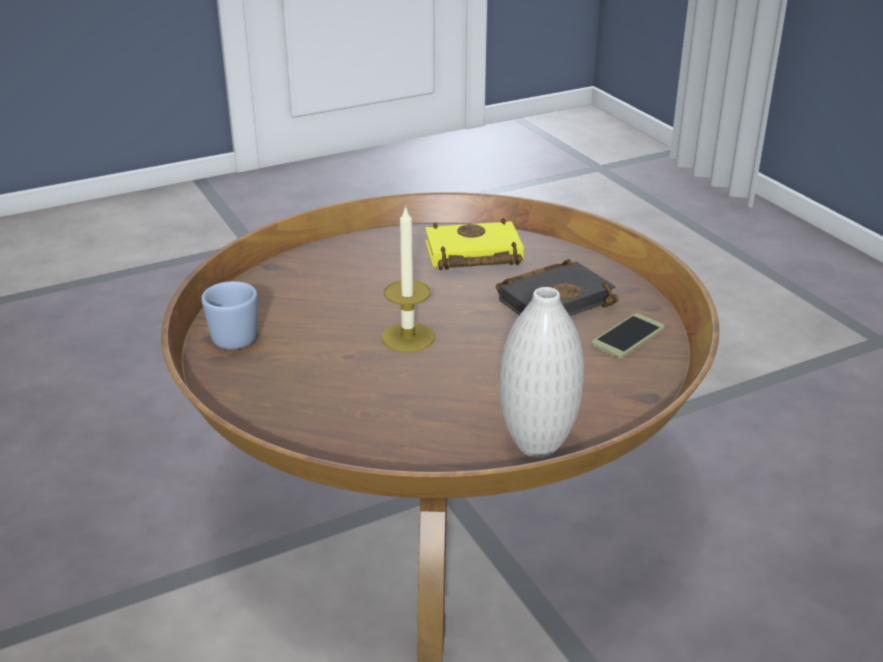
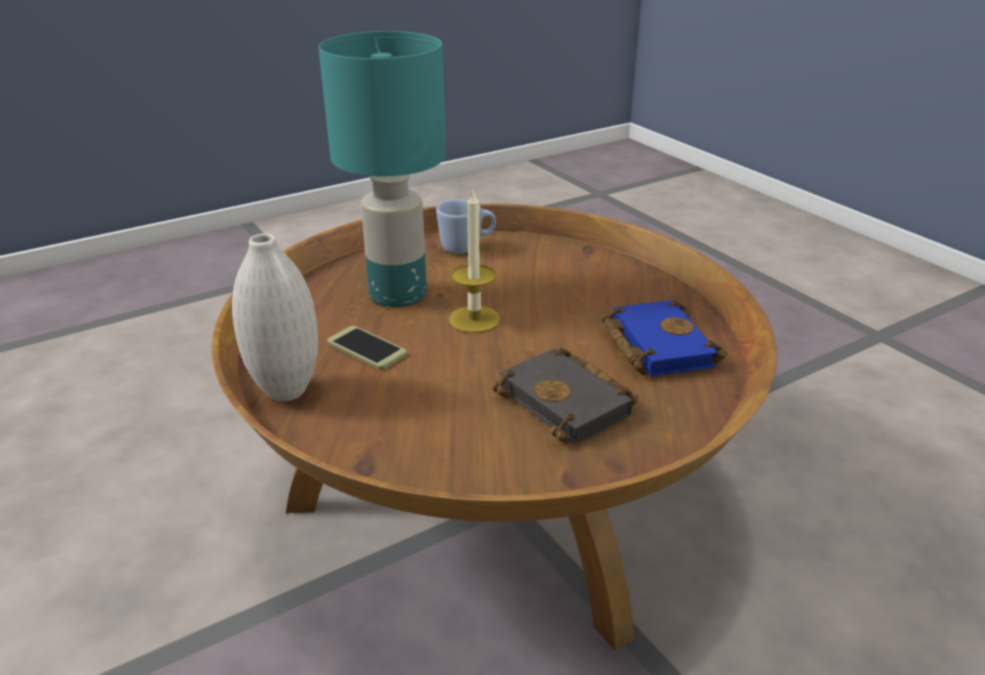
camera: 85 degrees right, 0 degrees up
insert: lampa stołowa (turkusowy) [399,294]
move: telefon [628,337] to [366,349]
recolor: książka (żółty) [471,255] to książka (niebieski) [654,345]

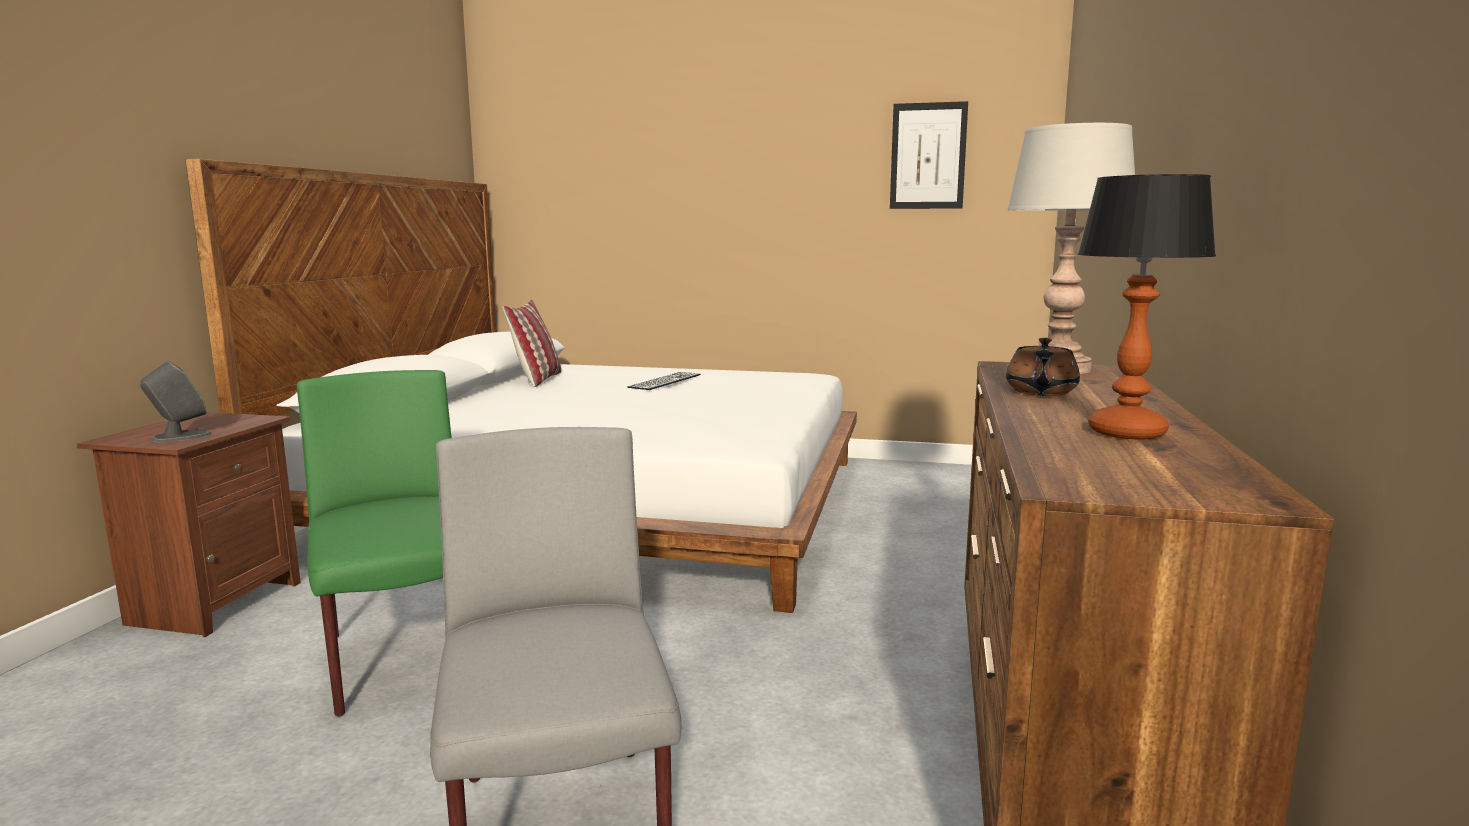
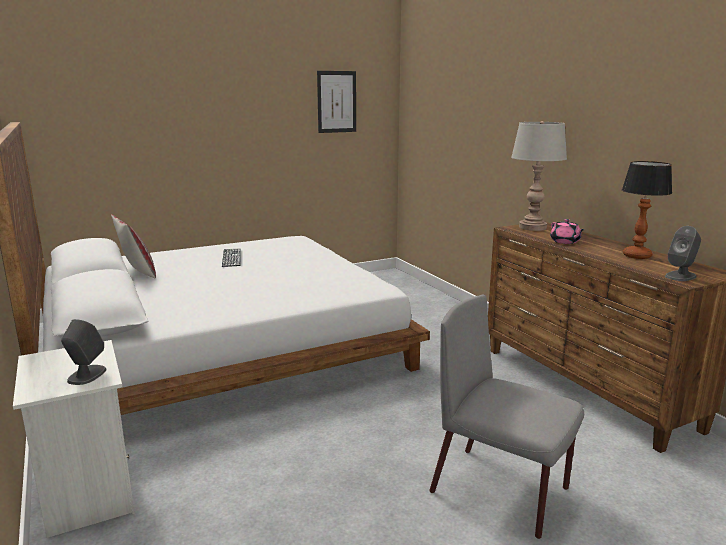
camera: 40 degrees left, 5 degrees up
delete: krzesło (zielony) [404,661]
insert: głośnik (szary) [680,276]
recolor: imbryk (brązowy) [1040,392] to imbryk (różowy) [565,242]; szafka nocna (brązowy) [213,603] to szafka nocna (biały) [86,496]

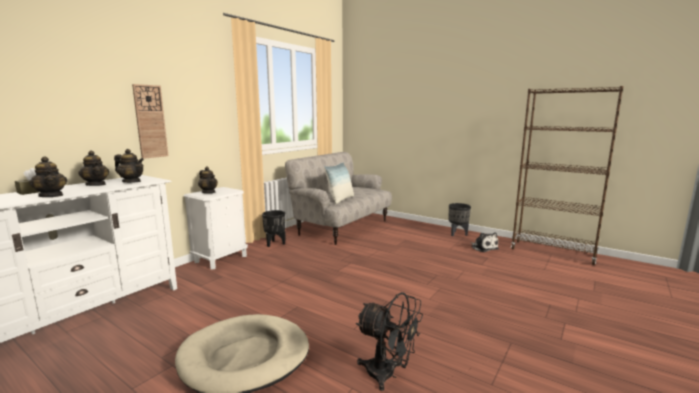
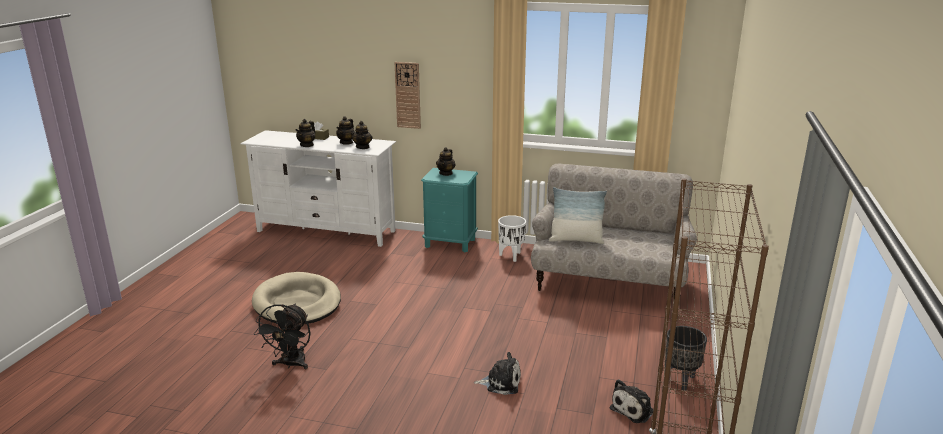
camera: 70 degrees right, 10 degrees up
insert: pluszak [501,383]
recolor: szafka nocna (biały) [221,259] to szafka nocna (turkusowy) [450,243]; donica (czarny) [275,243] to donica (biały) [511,256]

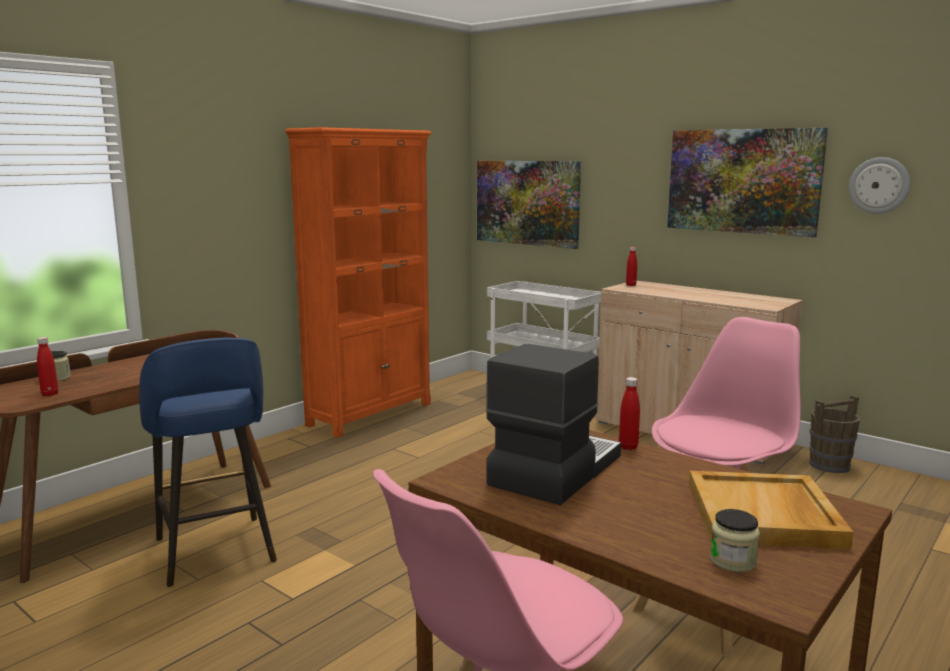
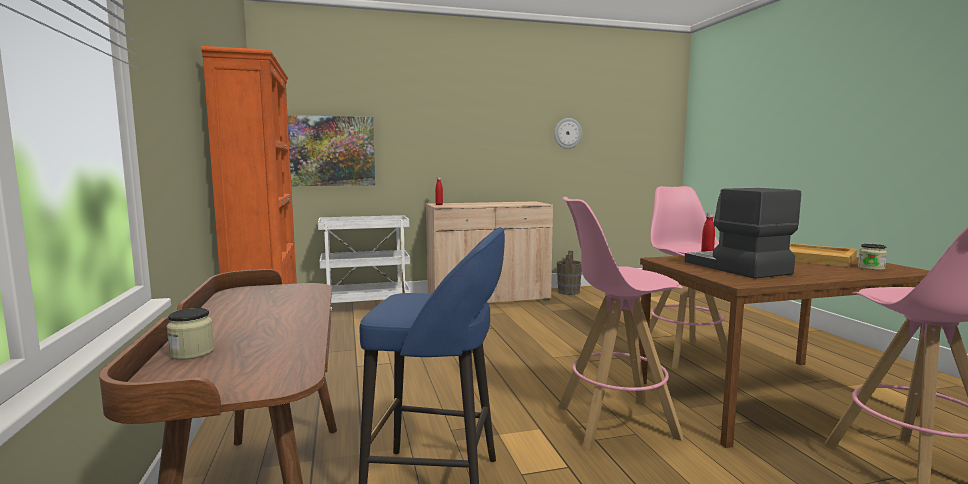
camera: 55 degrees left, 5 degrees down
delete: obraz [742,181]; butelka (czerwony) [50,394]
insert: stołek (różowy) [615,422]

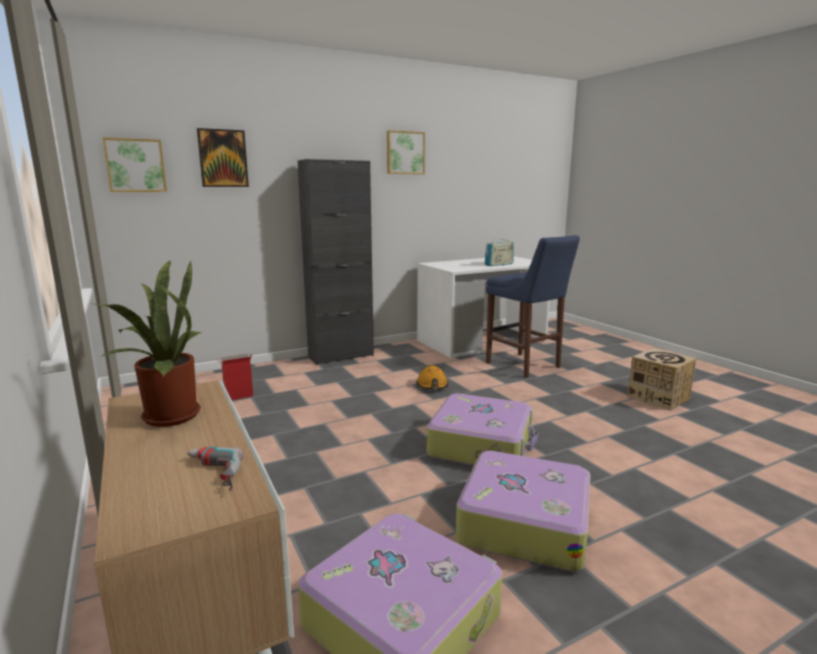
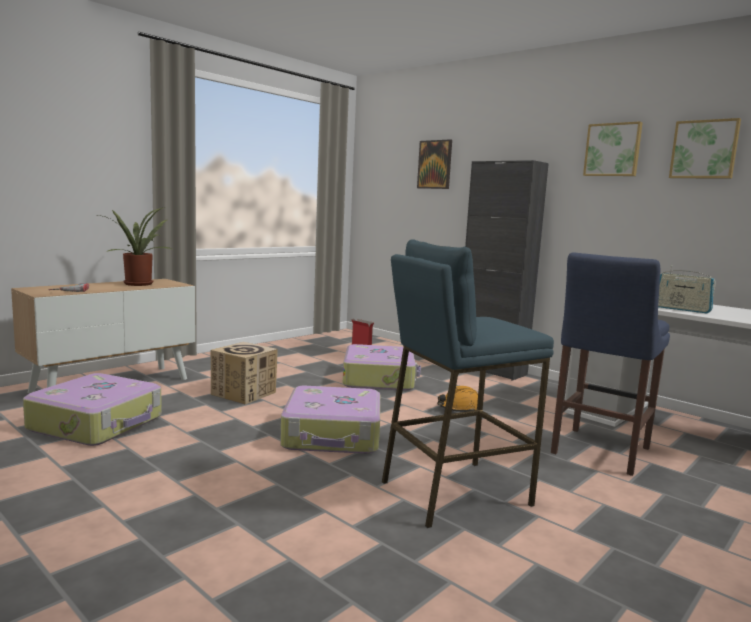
camera: 70 degrees right, 5 degrees down
insert: stołek (niebieski) [453,492]
move: obraz [135,165] to [704,149]; karton [658,397] to [244,393]; walizka [523,522] to [379,379]

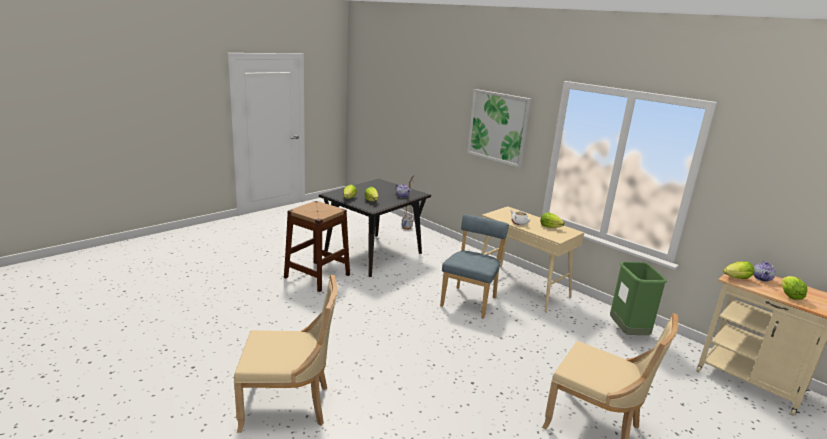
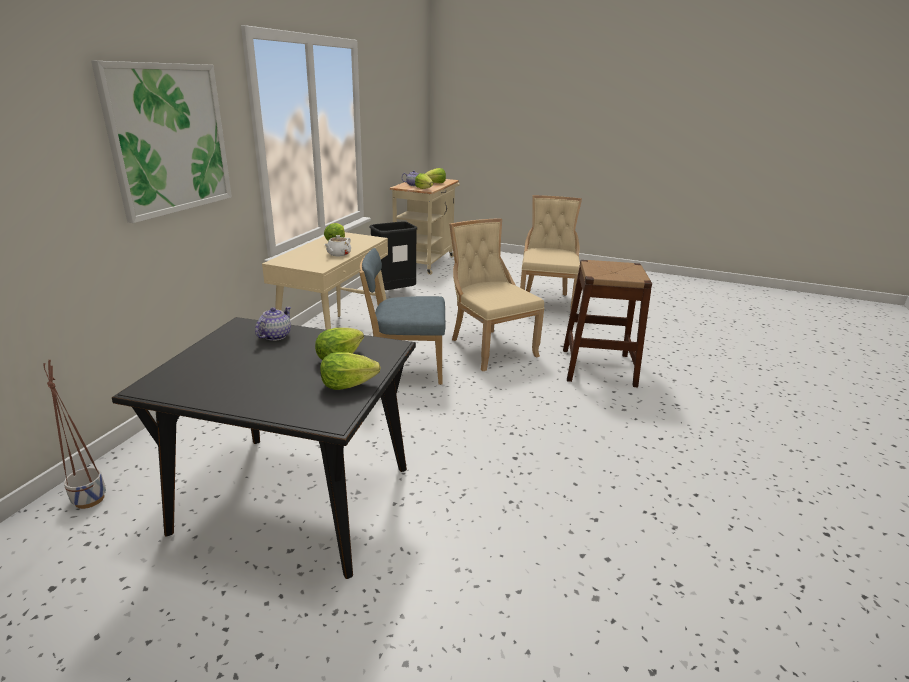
camera: 115 degrees left, 5 degrees up
move: stołek (brązowy) [317,276] to [598,367]; krzesło (beżowy) [289,406] to [489,347]
recolor: kosz na śmieci (zielony) [627,333] to kosz na śmieci (czarny) [394,293]

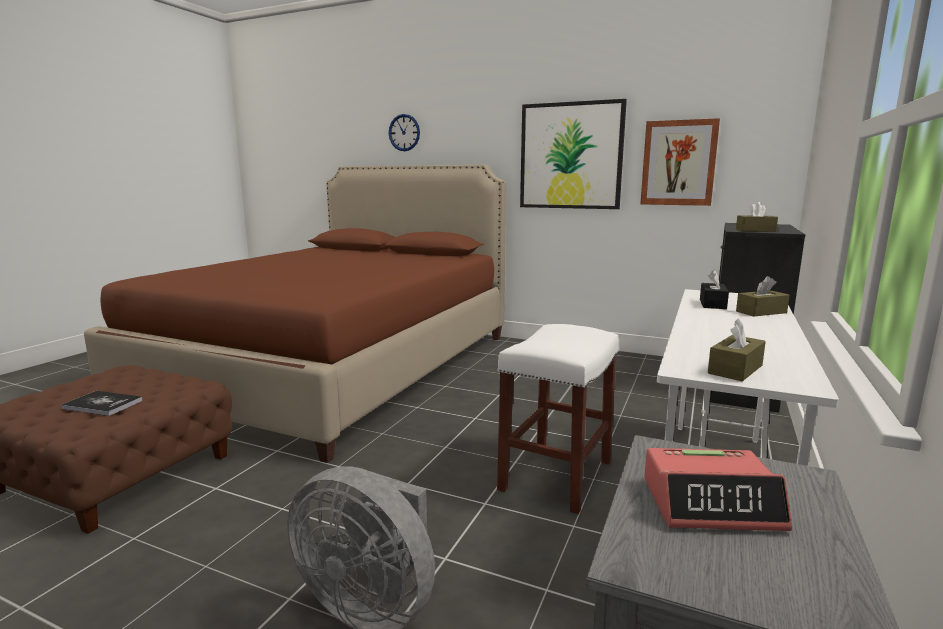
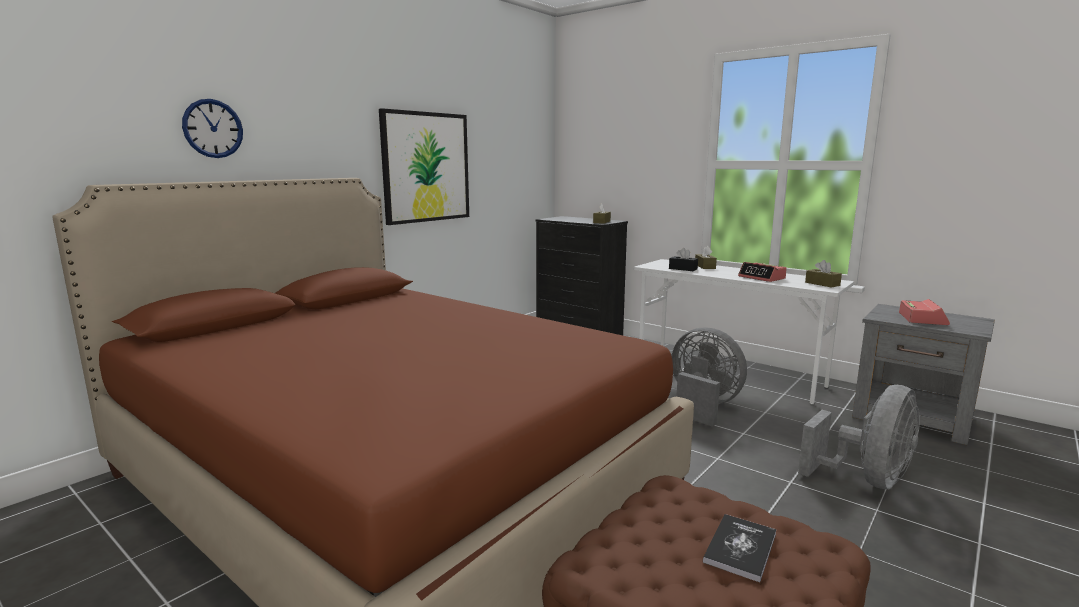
camera: 75 degrees left, 0 degrees up
delete: obraz [678,163]
insert: budzik [762,278]
replace: stołek (biały) [556,474] to wentylator (szary) [702,406]

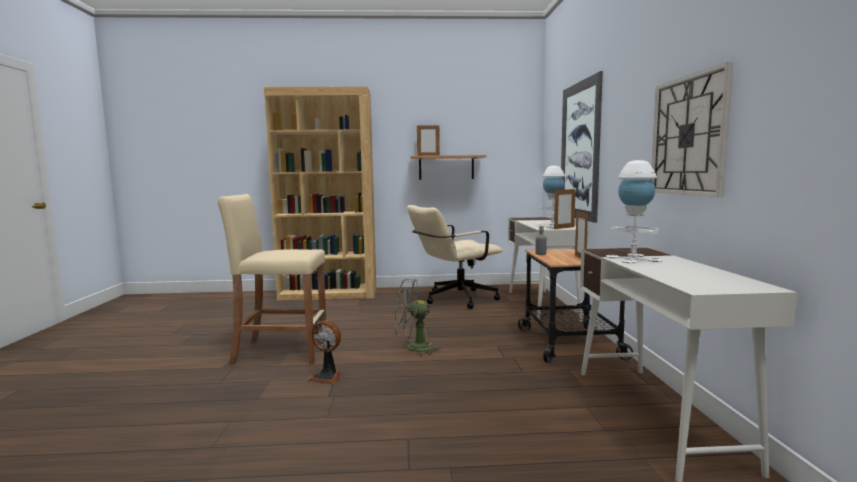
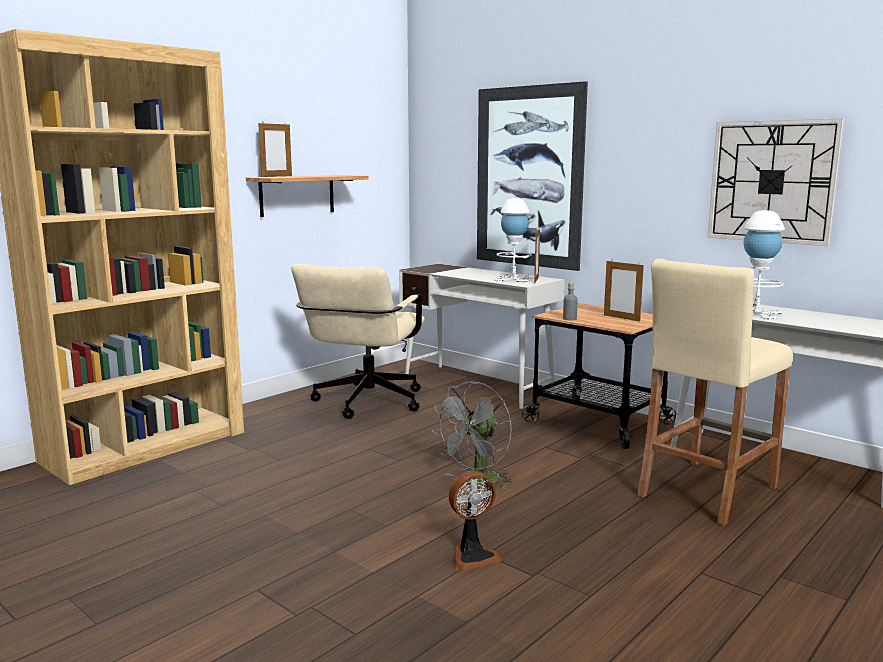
camera: 45 degrees left, 5 degrees up
move: stołek (beżowy) [281,352] to [707,491]

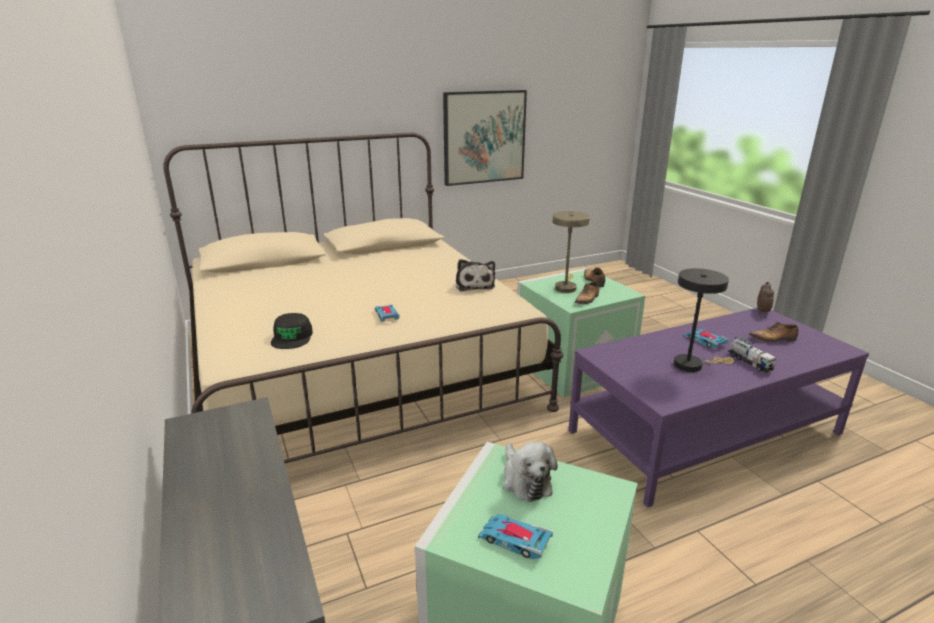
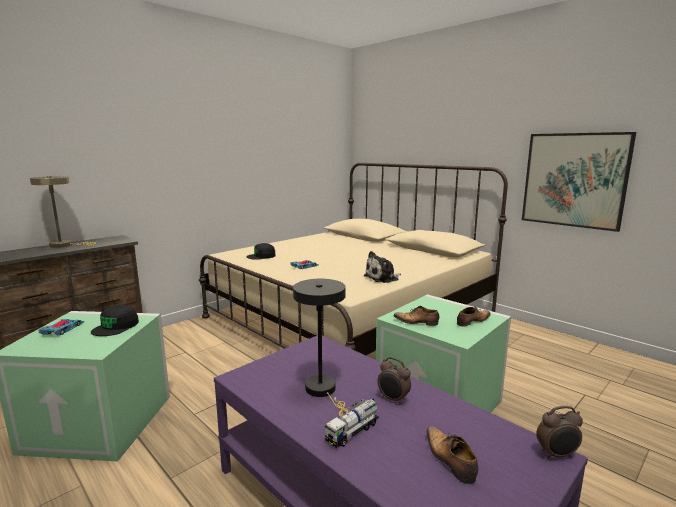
camera: 70 degrees right, 10 degrees down
move: lampa stołowa (beżowy) [566,287] to [65,245]
replace: samochodzik [705,341] to budzik [393,399]; pluszak [525,480] to czapka z daszkiem (czarny) [116,326]

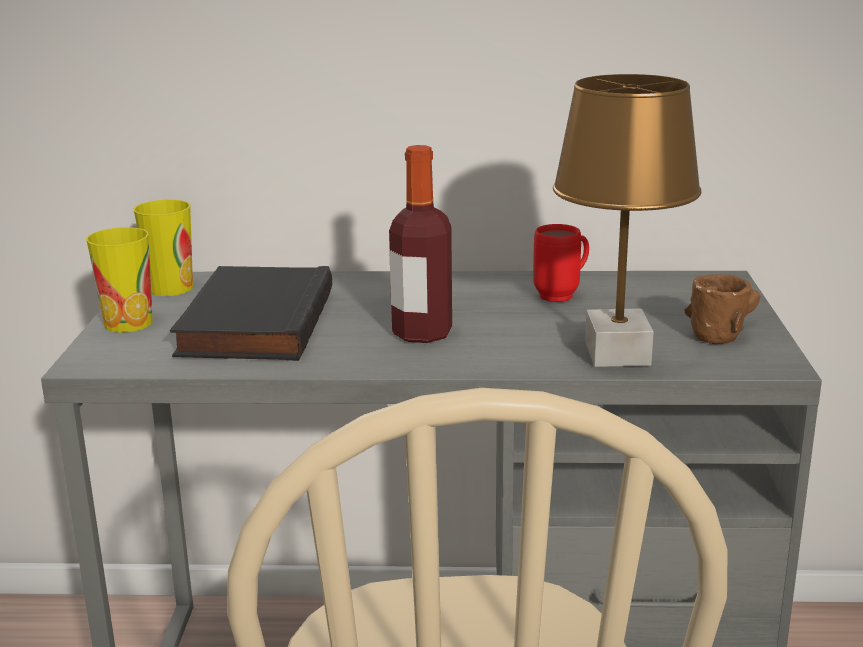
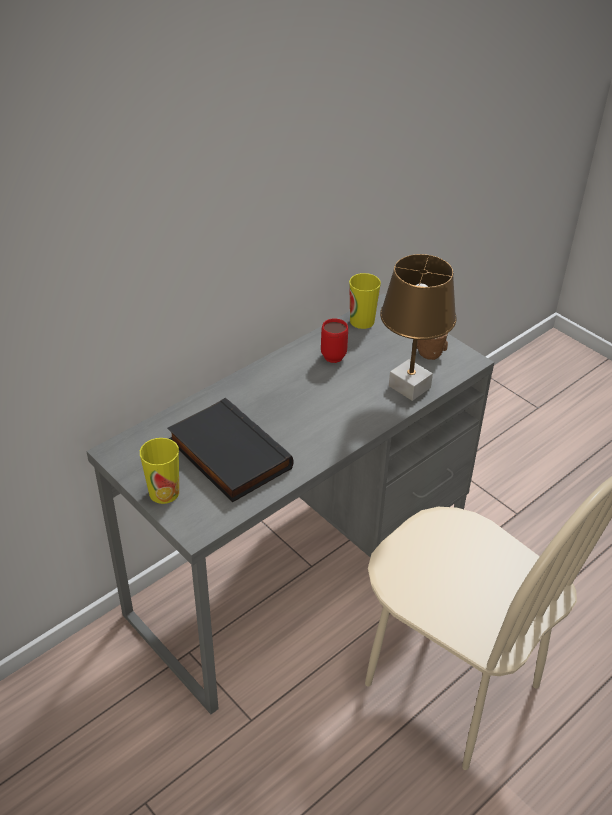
camera: 45 degrees left, 20 degrees up
delete: butelka [422,333]
move: filiżanka [171,288] to [362,321]

